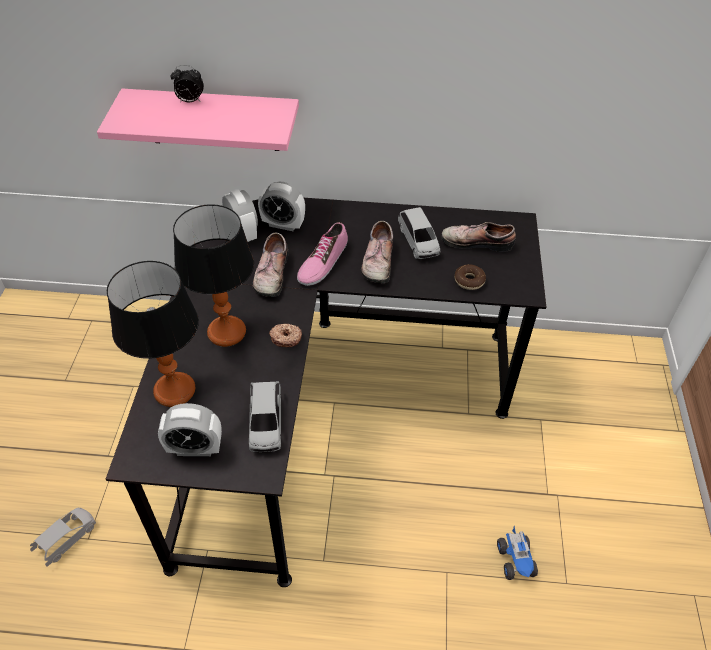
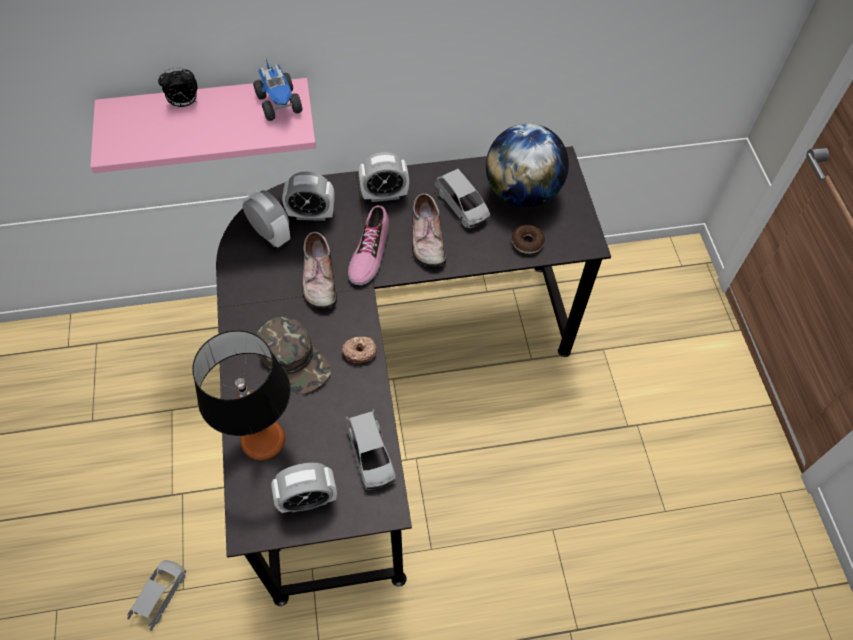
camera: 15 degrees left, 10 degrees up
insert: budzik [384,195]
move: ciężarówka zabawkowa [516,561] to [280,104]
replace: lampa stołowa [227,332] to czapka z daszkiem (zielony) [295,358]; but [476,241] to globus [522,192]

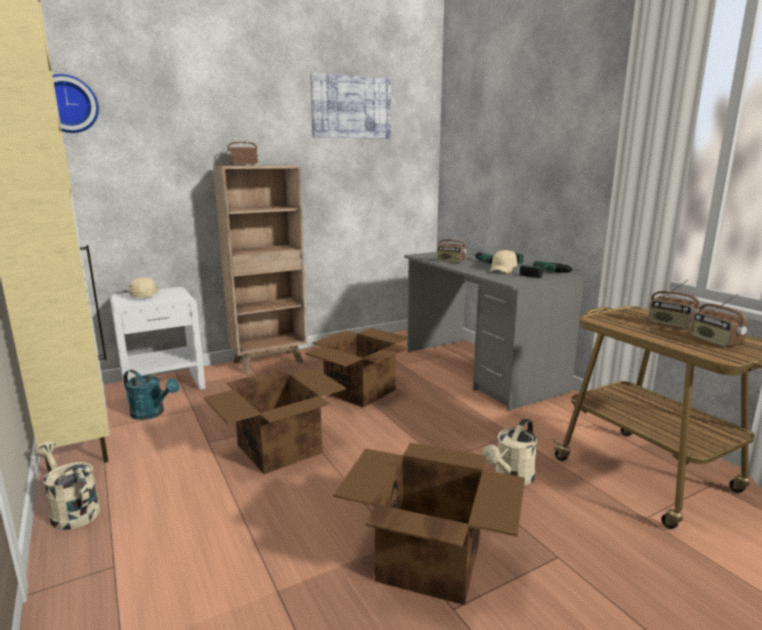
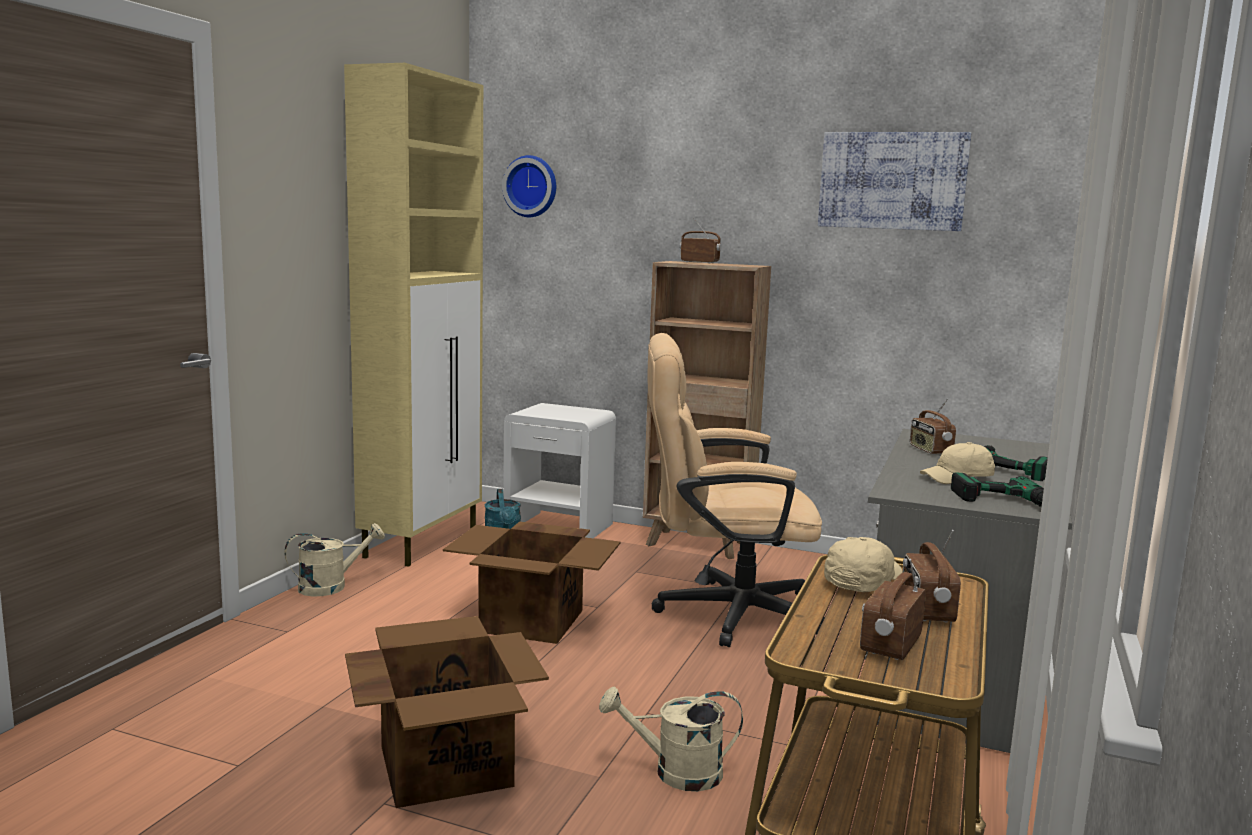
camera: 50 degrees right, 5 degrees down
move: czapka z daszkiem (beżowy) [145,295] to [862,582]
replace: karton [359,391] to krzesło biurowe (beżowy) [723,612]
rotate: konewka (beżowy) [71,511] = [331,586] 60 degrees clockwise

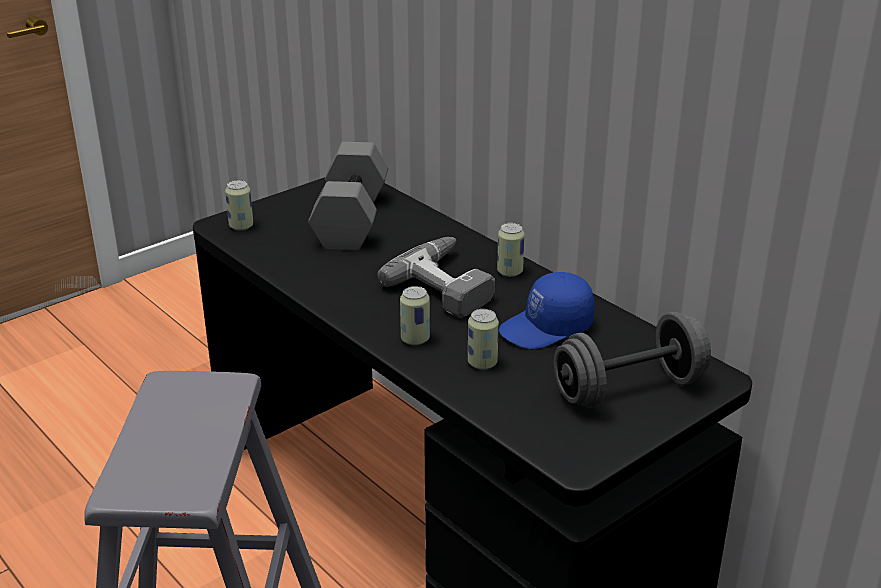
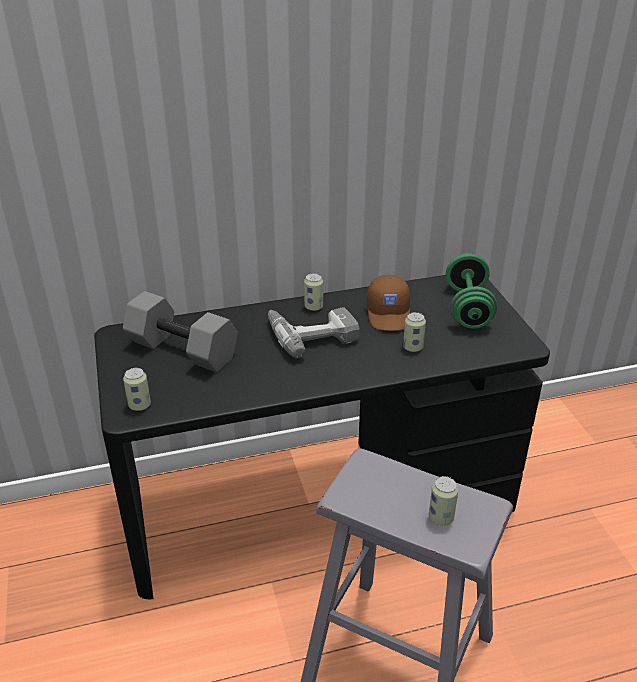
camera: 65 degrees left, 5 degrees up
move: puszka [415,339] to [441,517]
recolor: czapka z daszkiem (niebieski) [547,328] to czapka z daszkiem (brązowy) [389,314]; hantel (szary) [629,389] to hantel (zielony) [468,308]

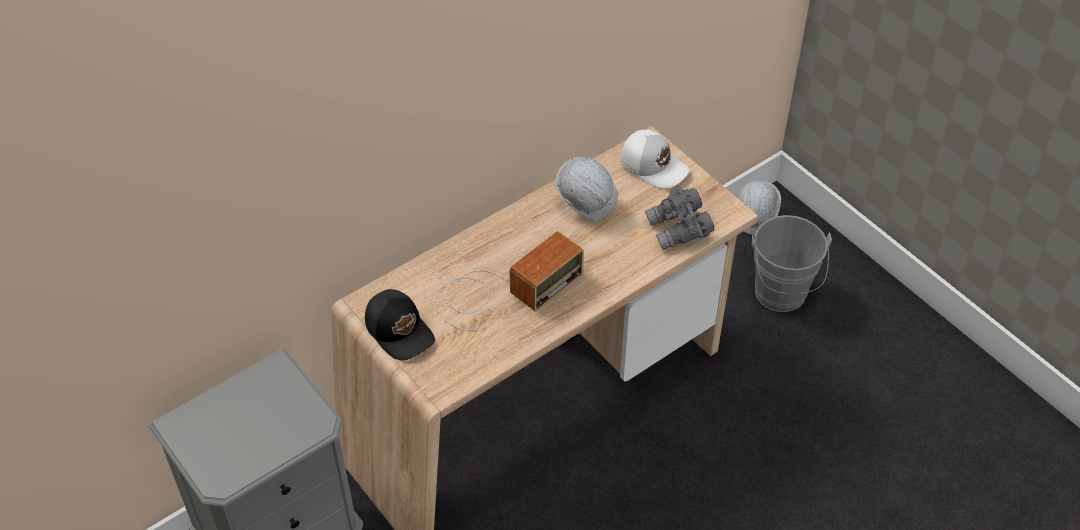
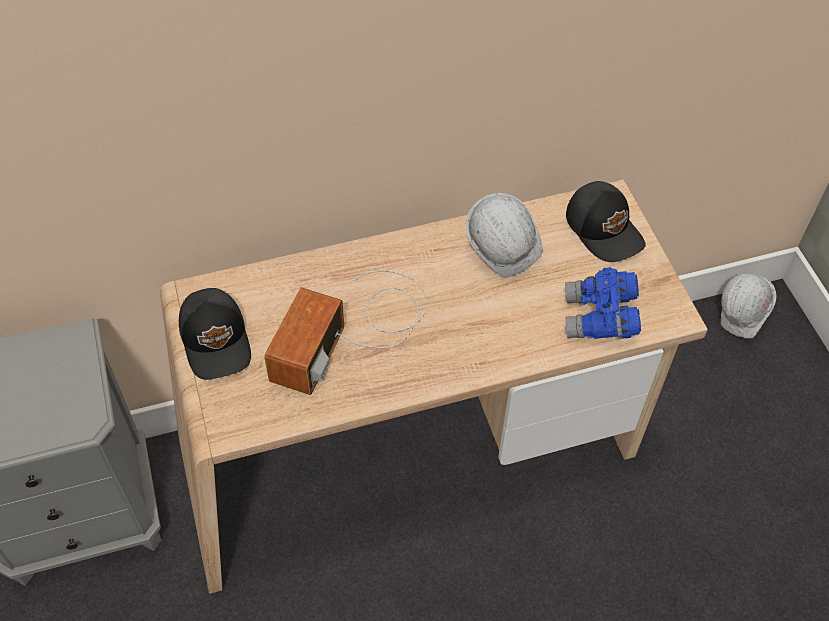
camera: 20 degrees right, 5 degrees up
delete: wiadro (szary) [781,297]
recolor: czapka z daszkiem (biały) [654,166] to czapka z daszkiem (czarny) [604,229]; lornetka (szary) [679,230] to lornetka (niebieski) [600,319]
rotate: radio [502,291] = [355,329] 135 degrees clockwise

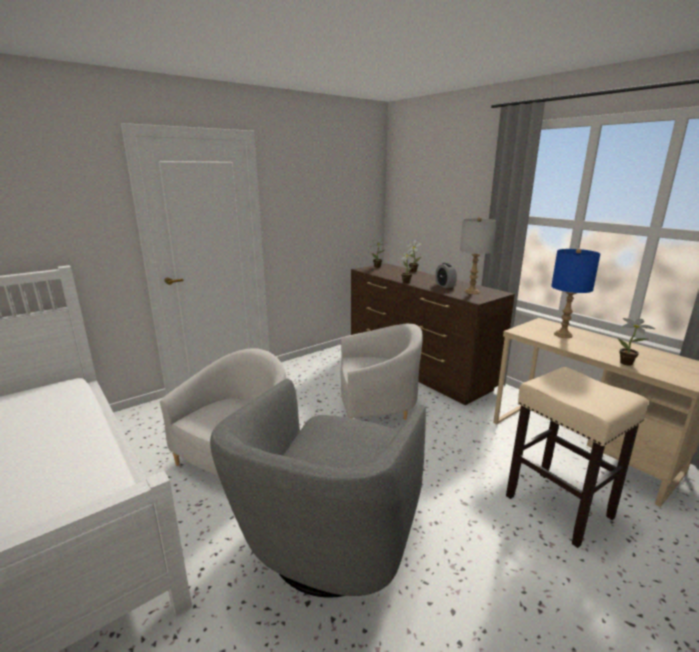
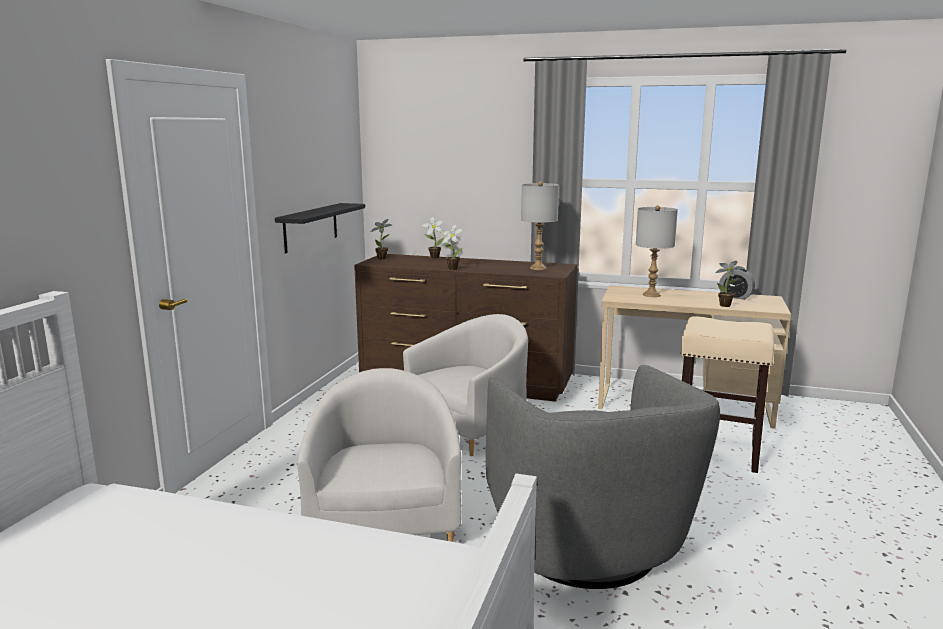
camera: 35 degrees left, 5 degrees down
insert: półka (czarny) [311,227]
move: budzik [445,285] to [735,297]
recolor: lampa stołowa (niebieski) [563,335] to lampa stołowa (szary) [651,295]

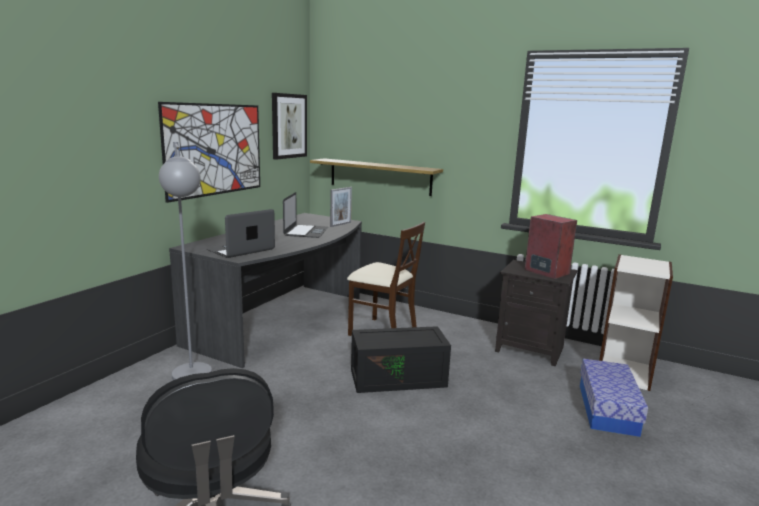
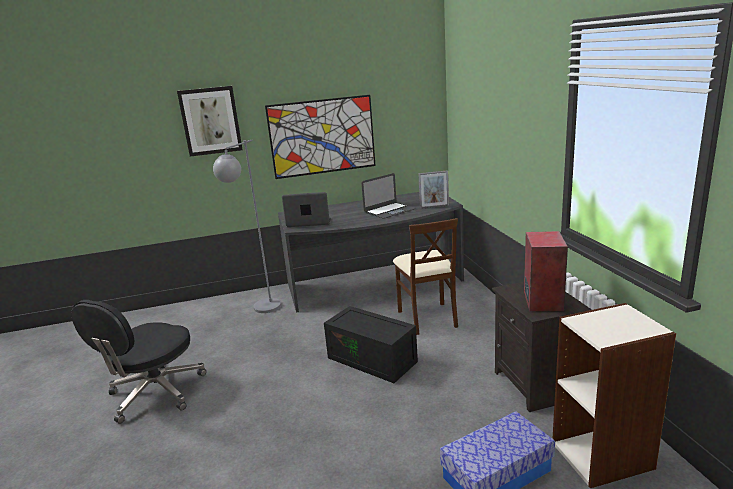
camera: 50 degrees right, 5 degrees up
delete: półka [379,176]
move: obraz [288,126] to [210,121]

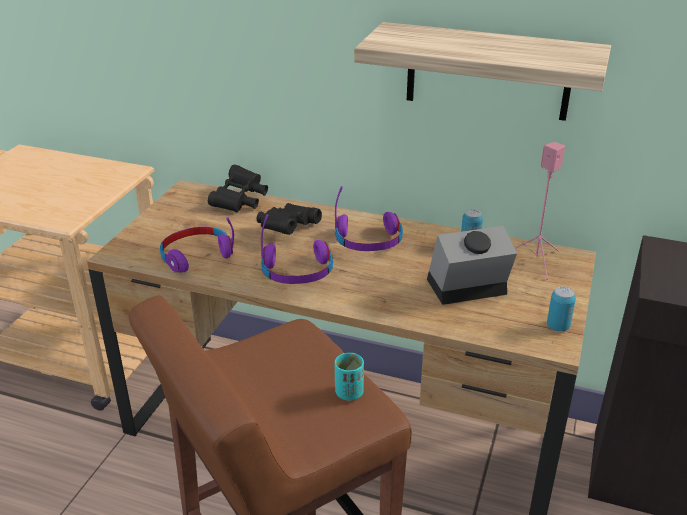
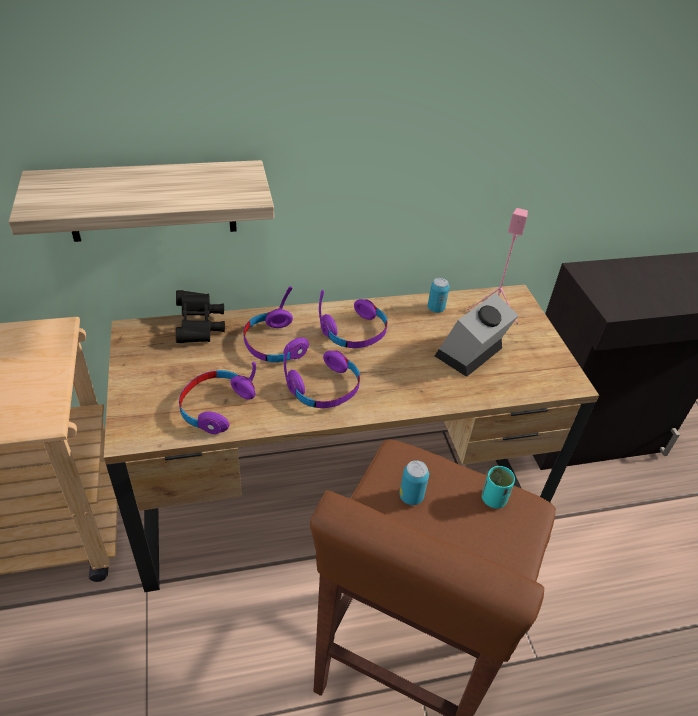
camera: 35 degrees left, 10 degrees up
move: półka [488,72] to [151,201]; puszka [558,326] to [411,496]
replace: lornetka (czarny) [287,229] to słuchawki (fioletowy) [274,344]

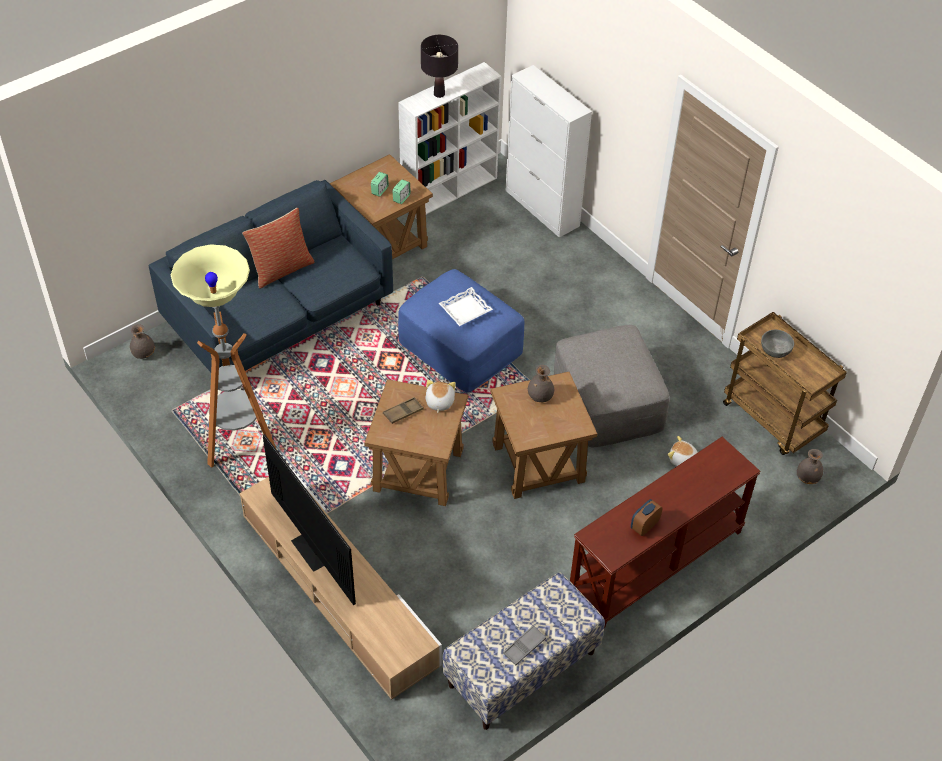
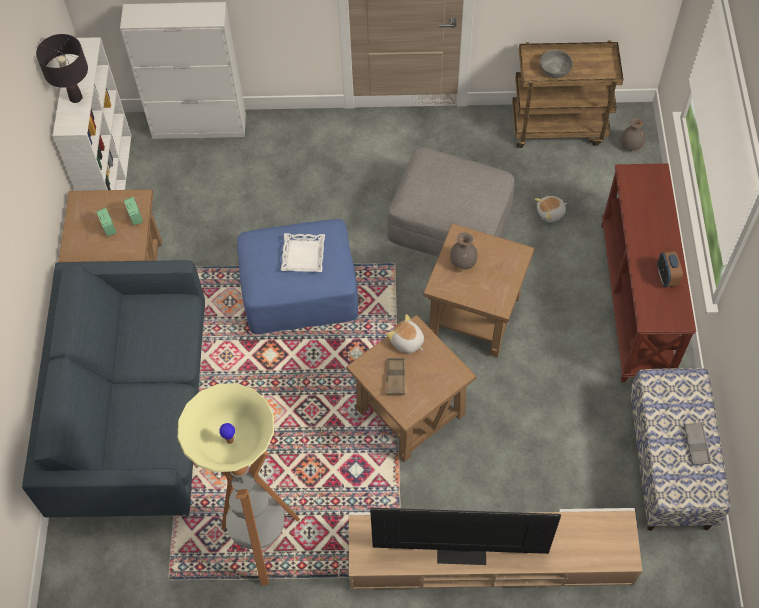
camera: 50 degrees left, 10 degrees up
delete: poduszka [281,269]; wazon (szary) [144,353]

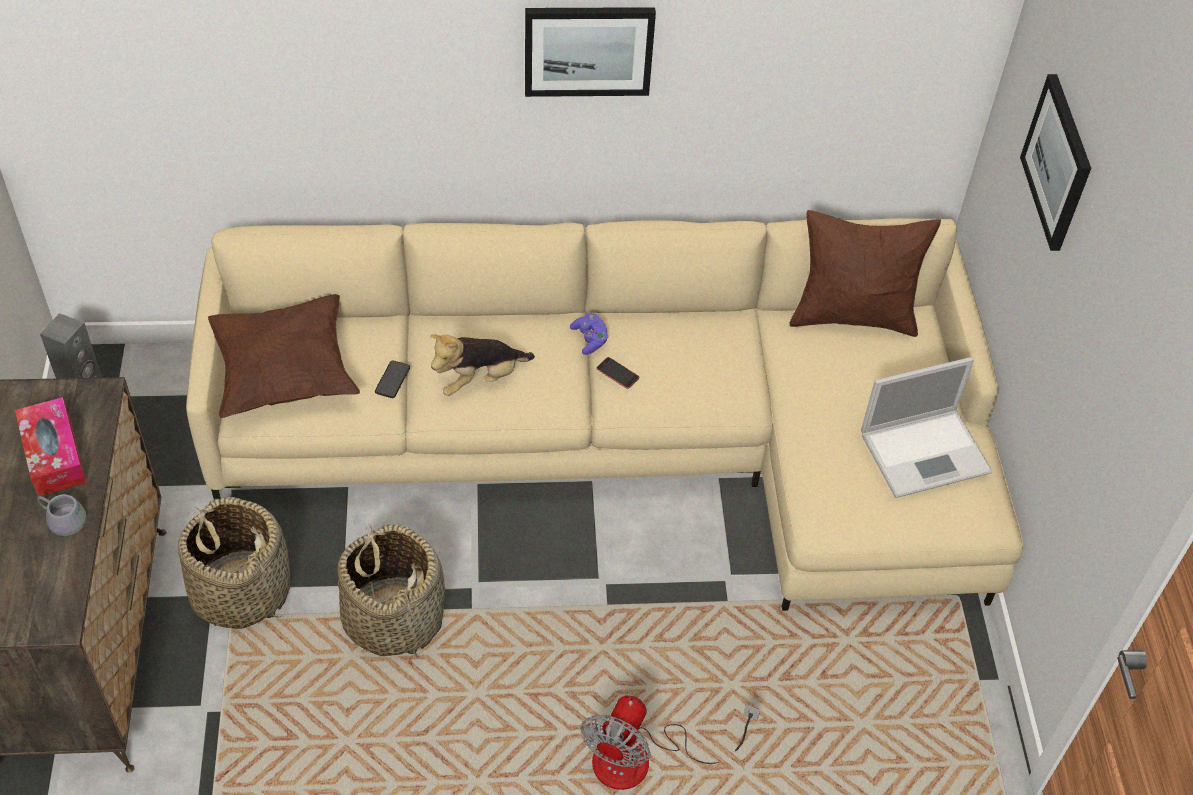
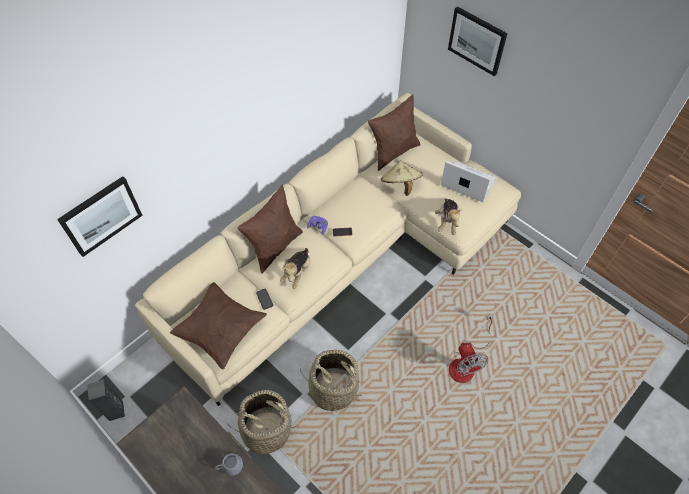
camera: 40 degrees left, 5 degrees up
delete: pudełko chusteczek [54,455]
insert: kapelusz (beżowy) [400,185]; poduszka (brązowy) [275,247]; pluszak [447,221]
move: obraz [588,50] to [101,215]
rotate: laptop [927,452] = [467,182] 90 degrees counterclockwise

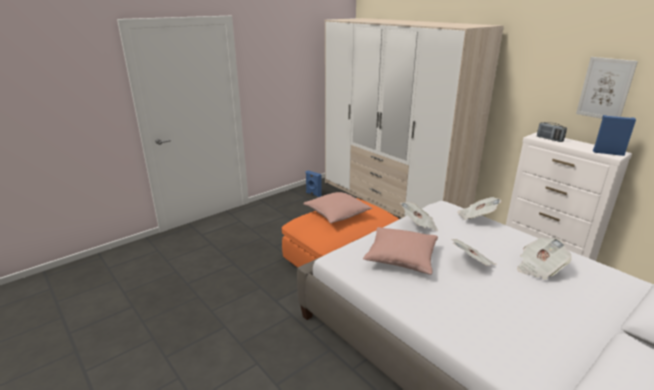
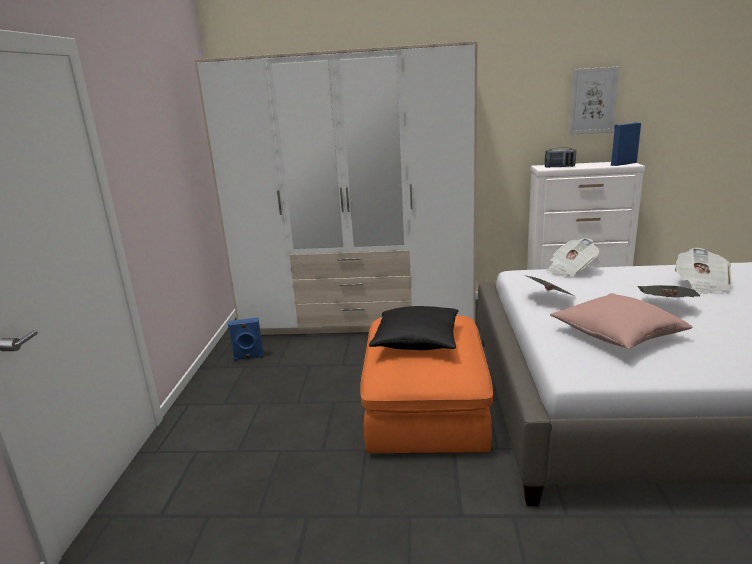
camera: 45 degrees left, 5 degrees down
recolor: poduszka (różowy) [337,214] to poduszka (czarny) [416,341]

